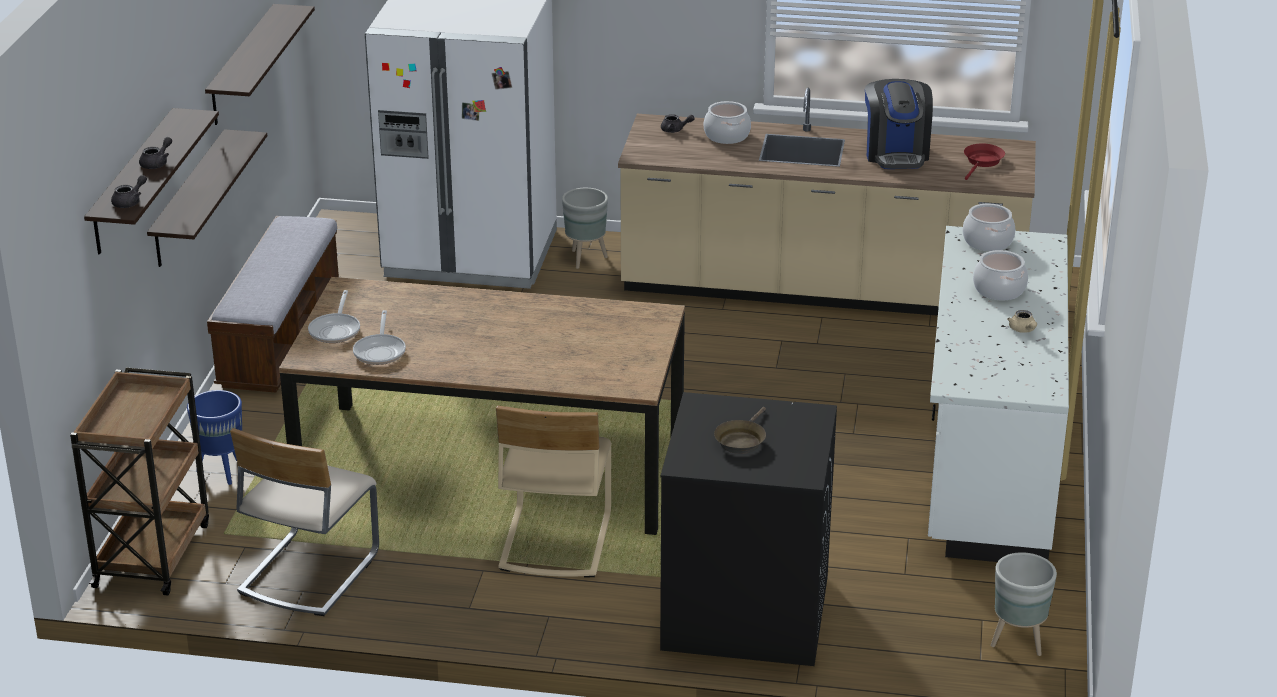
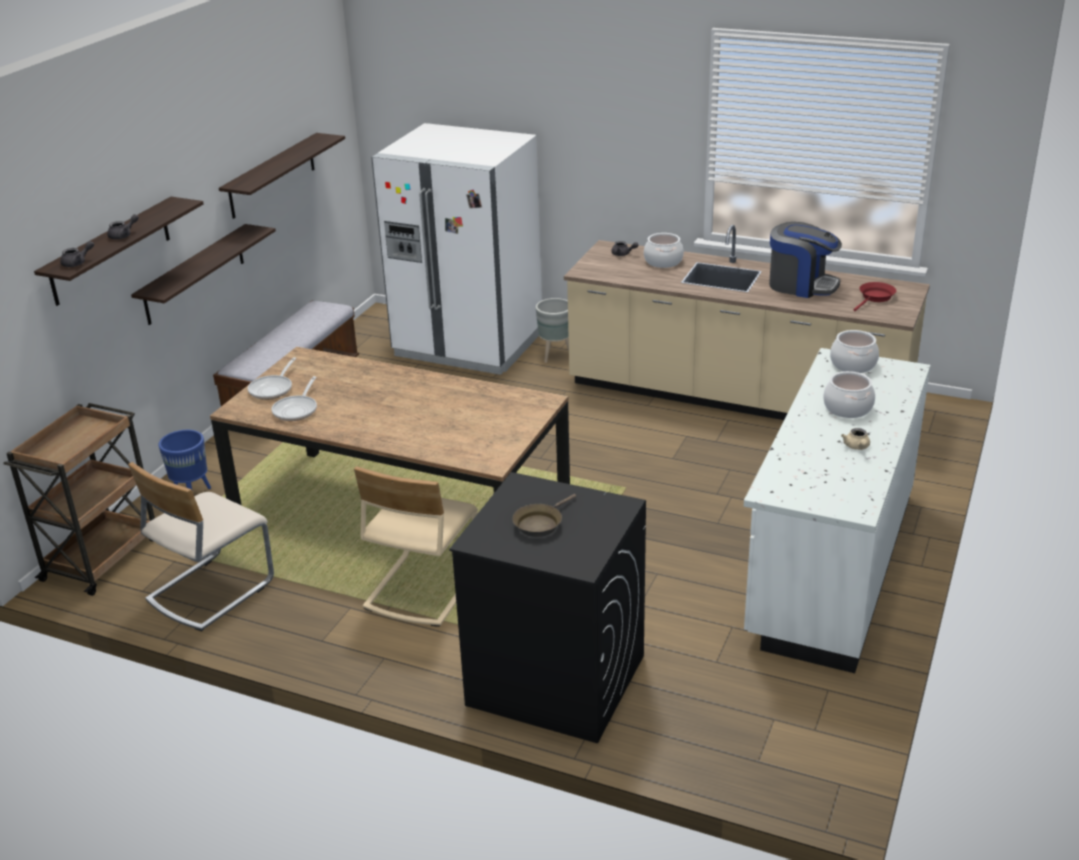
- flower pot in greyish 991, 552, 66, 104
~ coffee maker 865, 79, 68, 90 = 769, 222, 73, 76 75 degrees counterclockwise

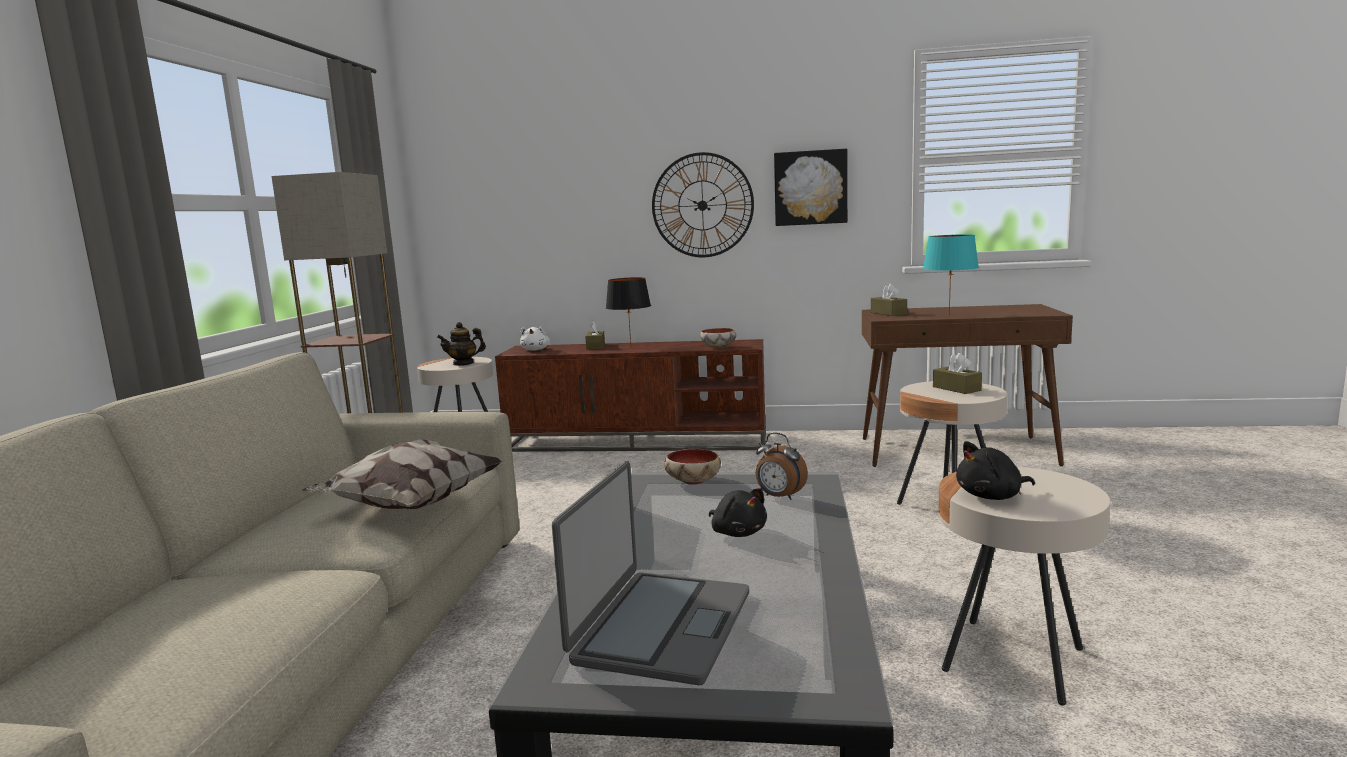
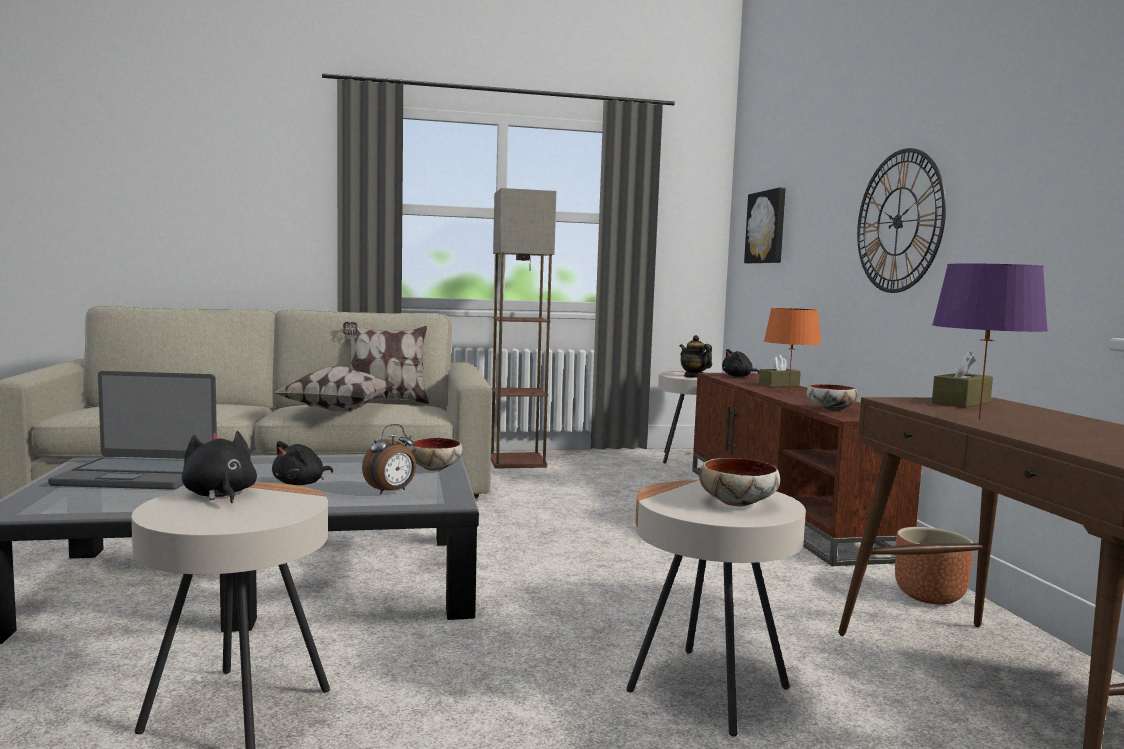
+ cushion 343, 322, 86, 82
+ flower pot in brown 895, 527, 79, 78
~ wall art 774, 149, 74, 77 to 744, 187, 42, 76
~ box of tissues in brown 933, 353, 49, 41 to serving bowl 699, 458, 81, 48
~ cuddly toy in whitish 520, 327, 29, 24 to cuddly toy in black-coloured 722, 349, 37, 28
~ lamp for a table in black-coloured 606, 277, 45, 69 to lamp for a table in orange 764, 308, 57, 84
~ lamp for a table in blue-green 923, 234, 56, 82 to lamp for a table in purplish 932, 264, 116, 156
~ alarm clock 756, 433, 52, 67 = 362, 424, 54, 70 150 degrees counterclockwise

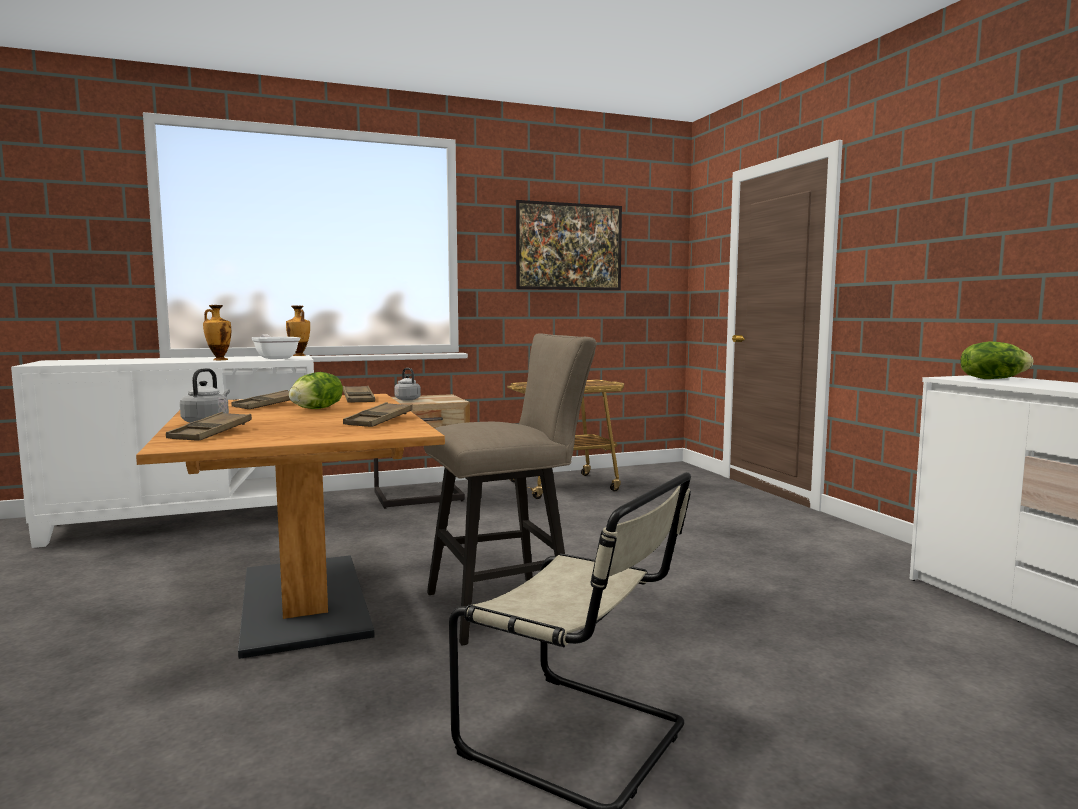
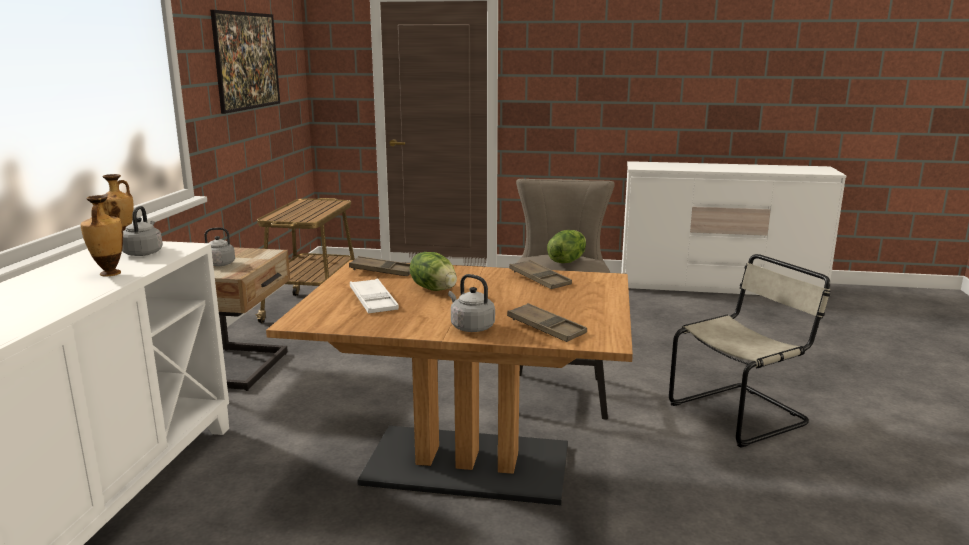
~ lettuce head 960, 341, 73, 38 to 547, 230, 39, 33
~ pan 251, 334, 49, 25 to water kettle in greyish 122, 206, 41, 50
~ serving tray in brown 231, 390, 59, 19 to serving tray in whitish 350, 279, 49, 35

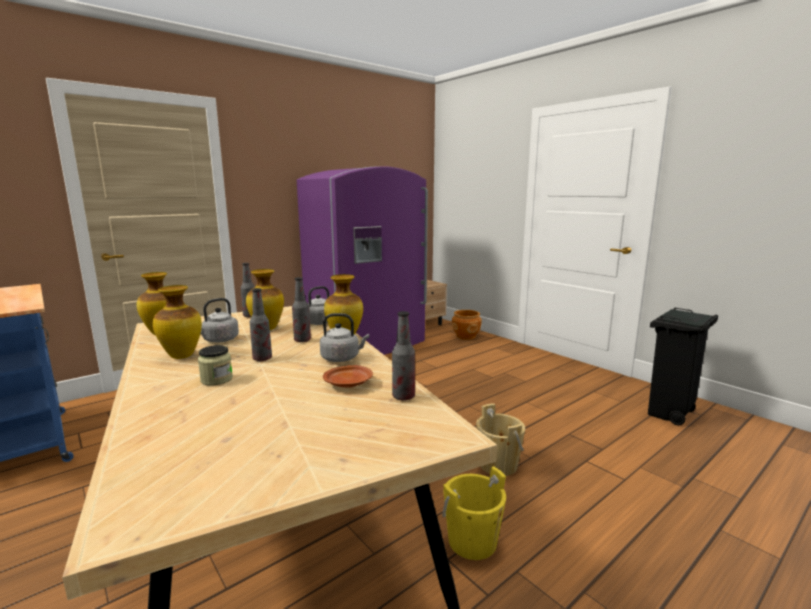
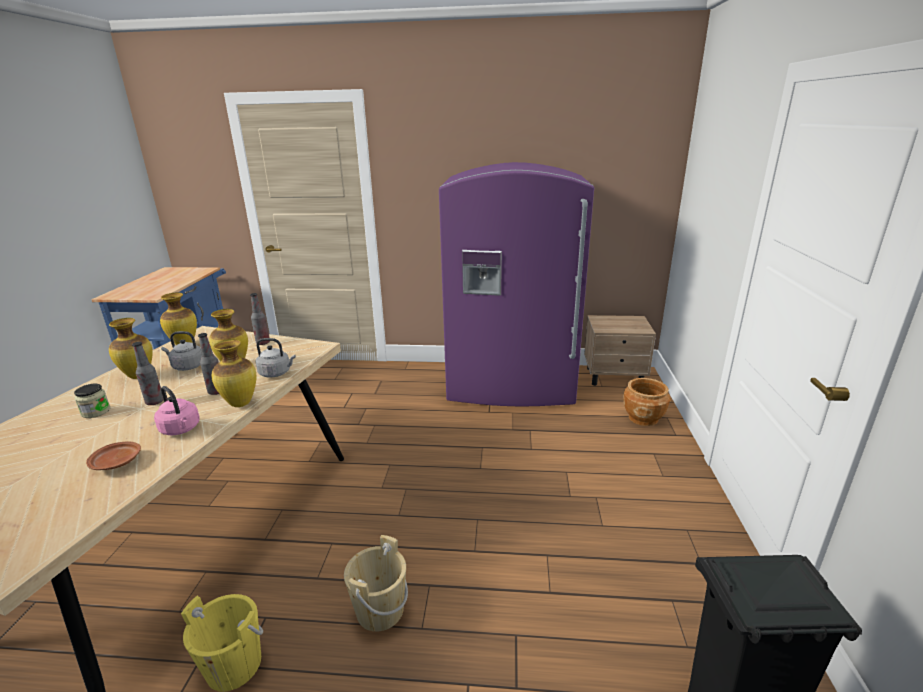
- bottle 392, 311, 23, 90
~ water kettle in greyish 320, 313, 49, 49 to water kettle in pink-coloured 154, 386, 46, 49

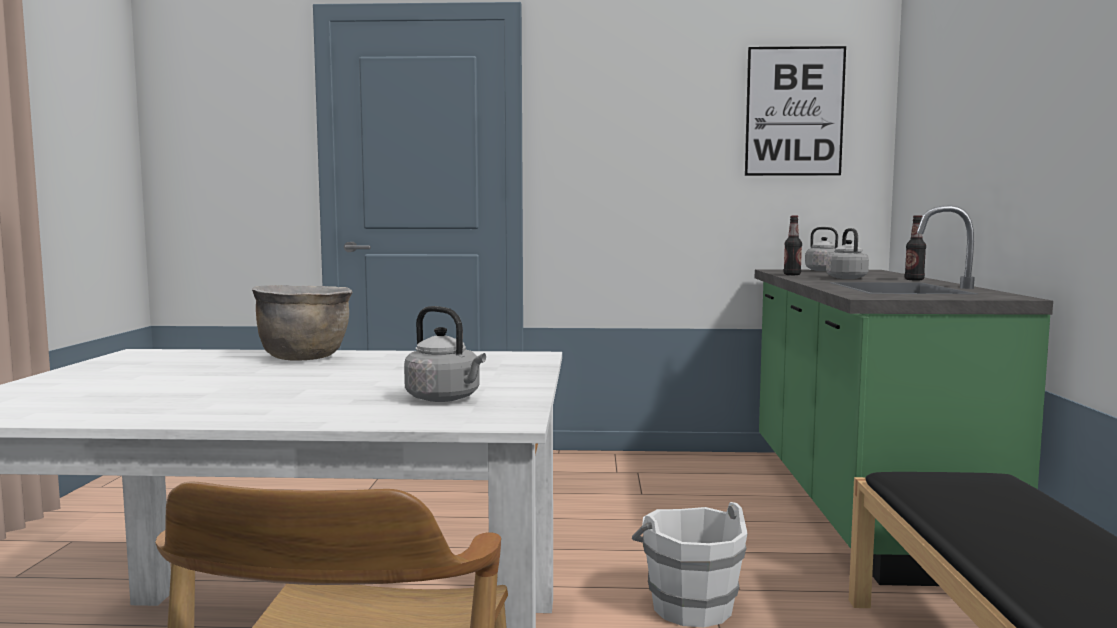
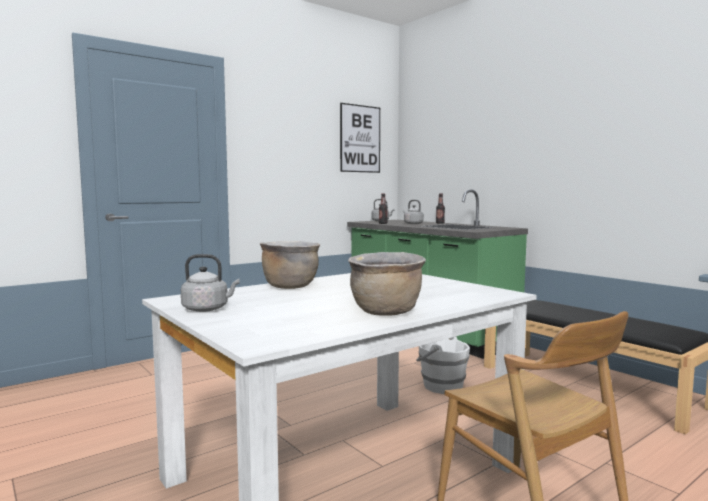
+ saucepot in brown 348, 252, 78, 64
~ water kettle in greyish 404, 306, 82, 96 to 181, 254, 59, 58

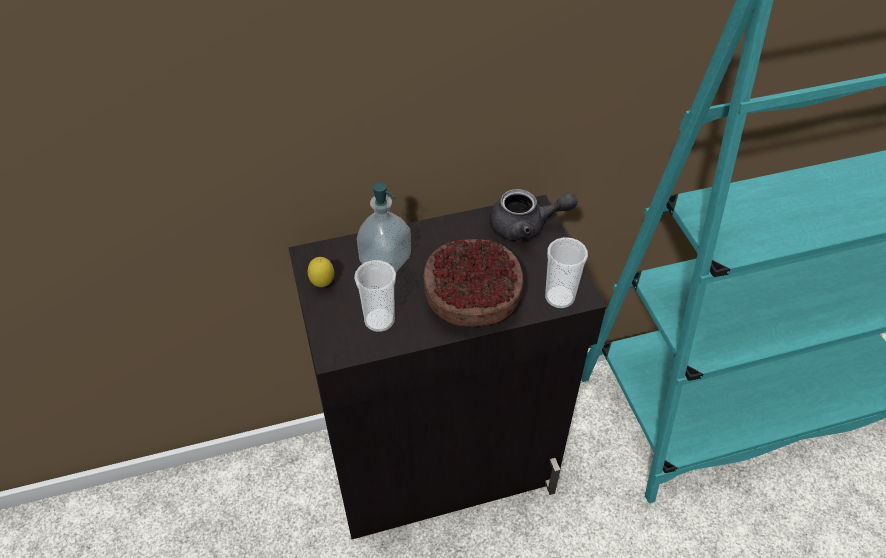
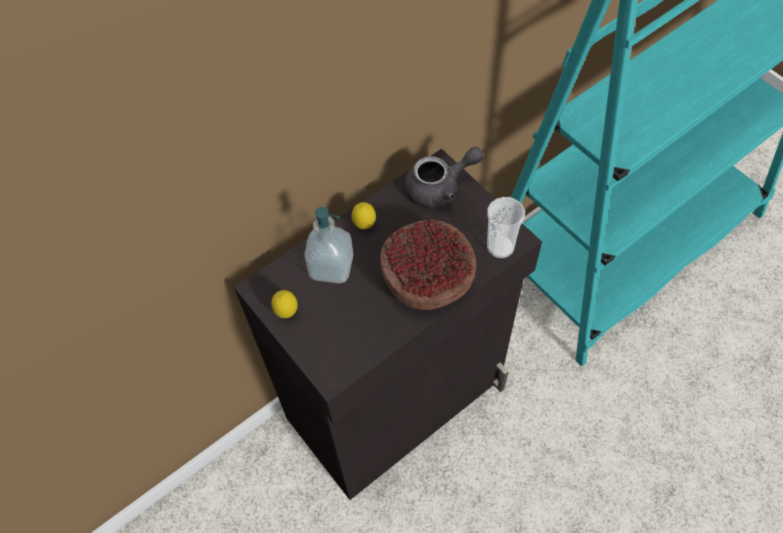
- small cup 354, 260, 42, 72
+ whole lemon 352, 202, 24, 28

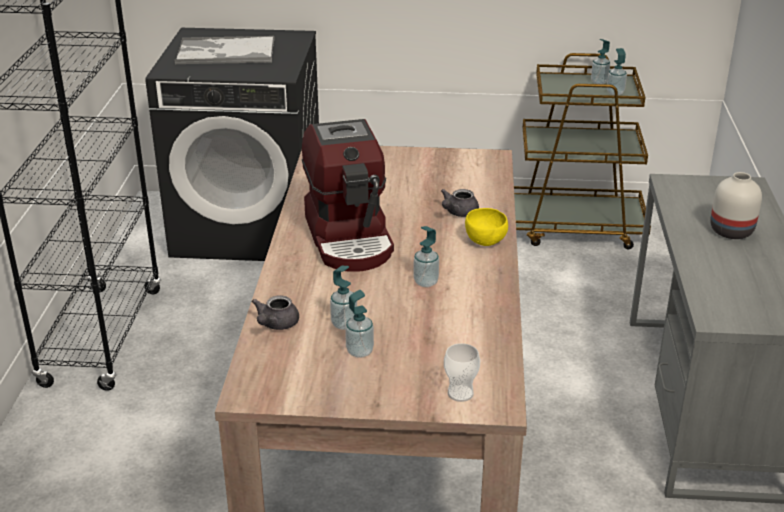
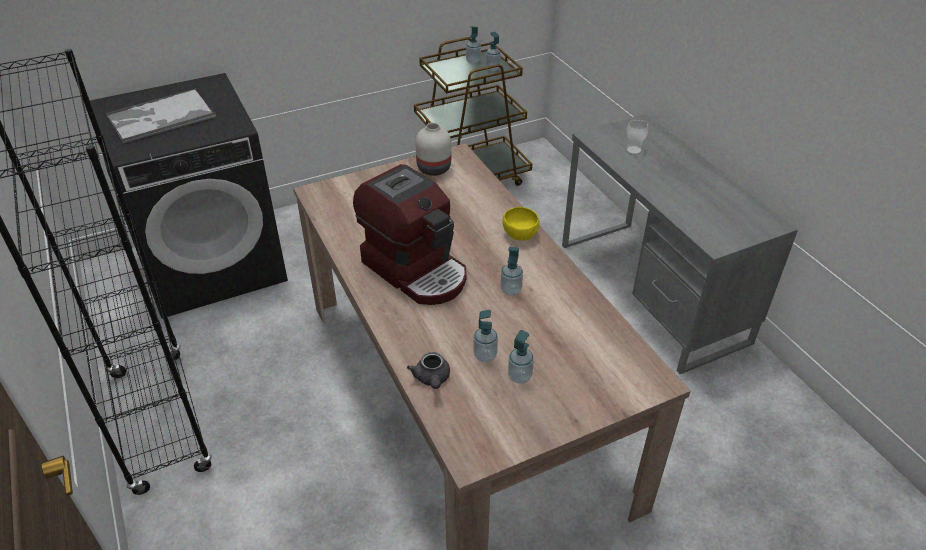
- tea pot in greyish 441, 189, 38, 28
~ small cup 444, 343, 36, 59 to 626, 120, 22, 35
~ flower vase in whitish 710, 172, 52, 67 to 415, 123, 36, 53

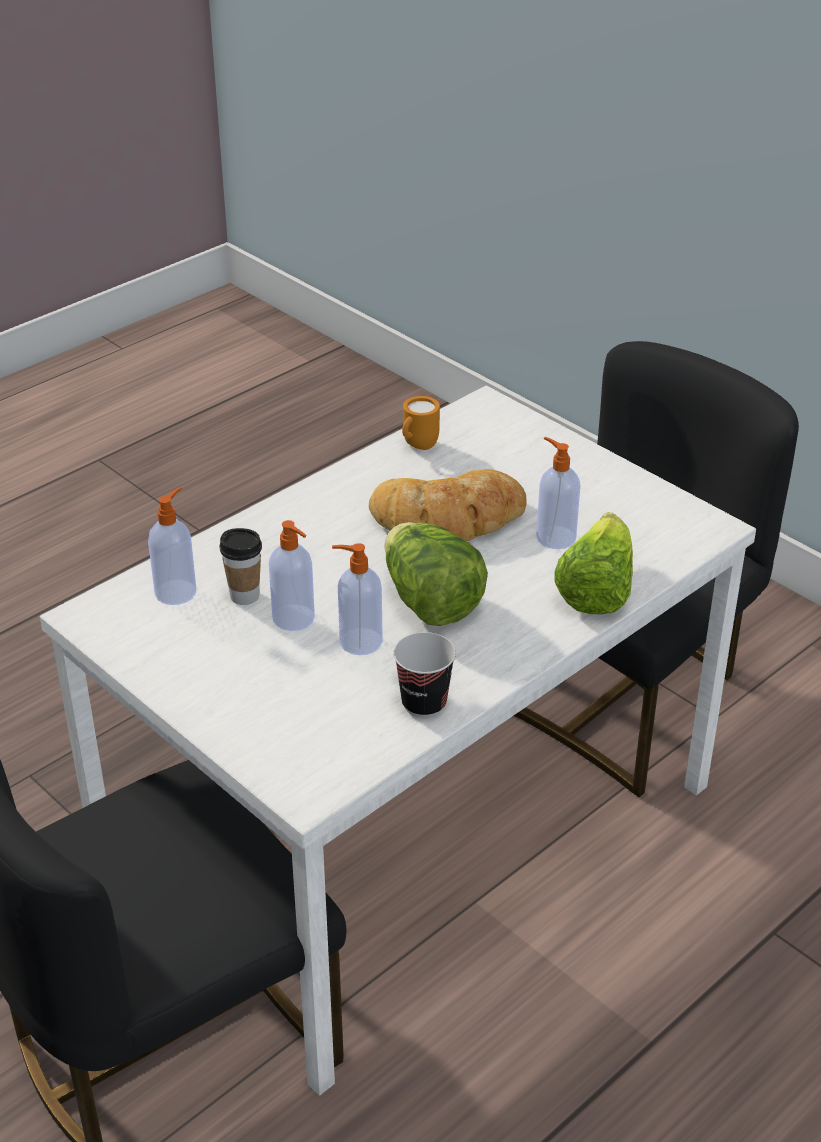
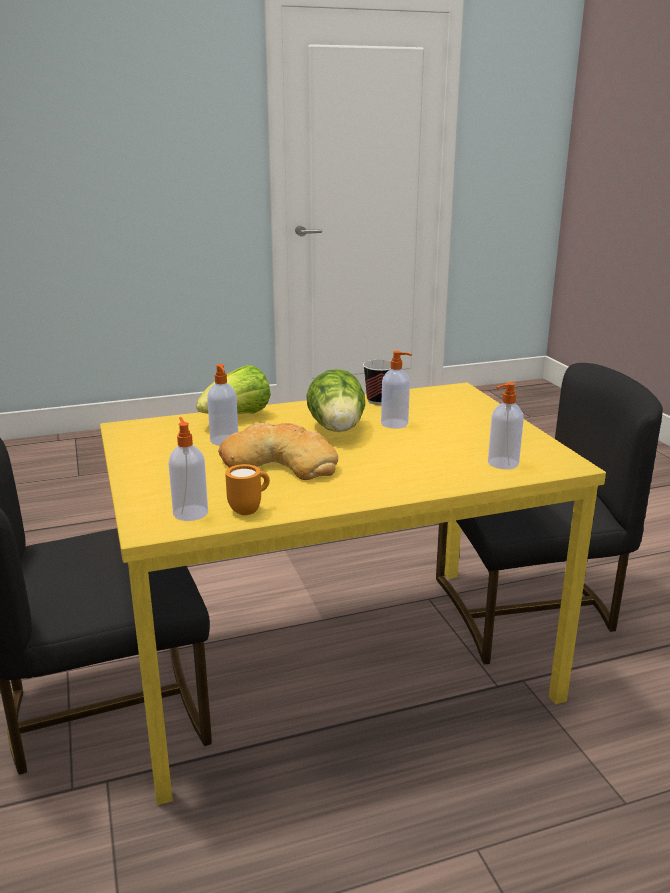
- small cup 219, 528, 43, 77
~ liquid soap bottle 269, 520, 46, 111 to 169, 417, 39, 104
~ kitchen table in whitish 40, 385, 716, 711 to kitchen table in yellowish 100, 383, 506, 422

